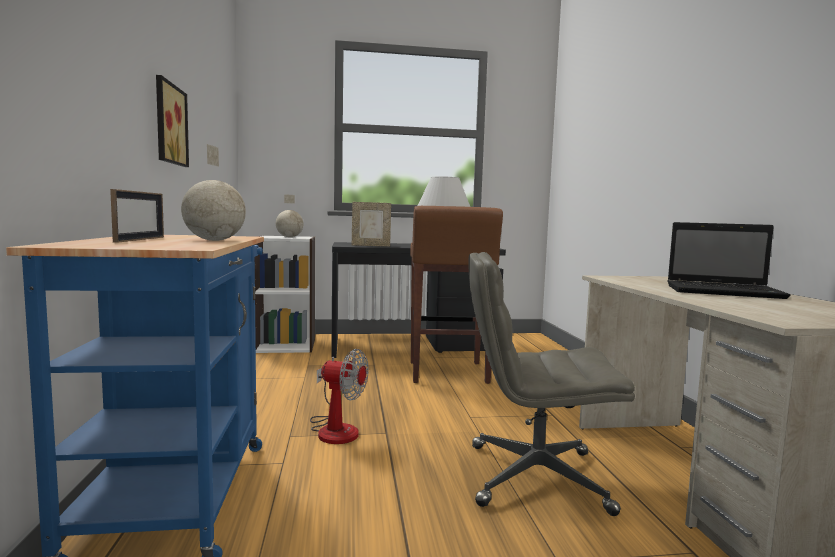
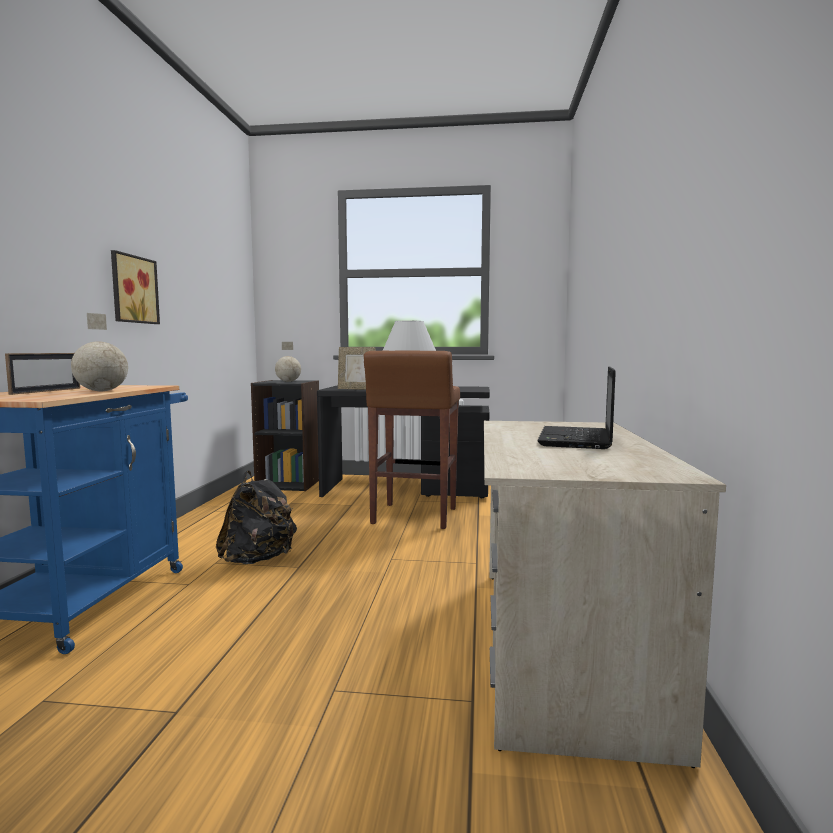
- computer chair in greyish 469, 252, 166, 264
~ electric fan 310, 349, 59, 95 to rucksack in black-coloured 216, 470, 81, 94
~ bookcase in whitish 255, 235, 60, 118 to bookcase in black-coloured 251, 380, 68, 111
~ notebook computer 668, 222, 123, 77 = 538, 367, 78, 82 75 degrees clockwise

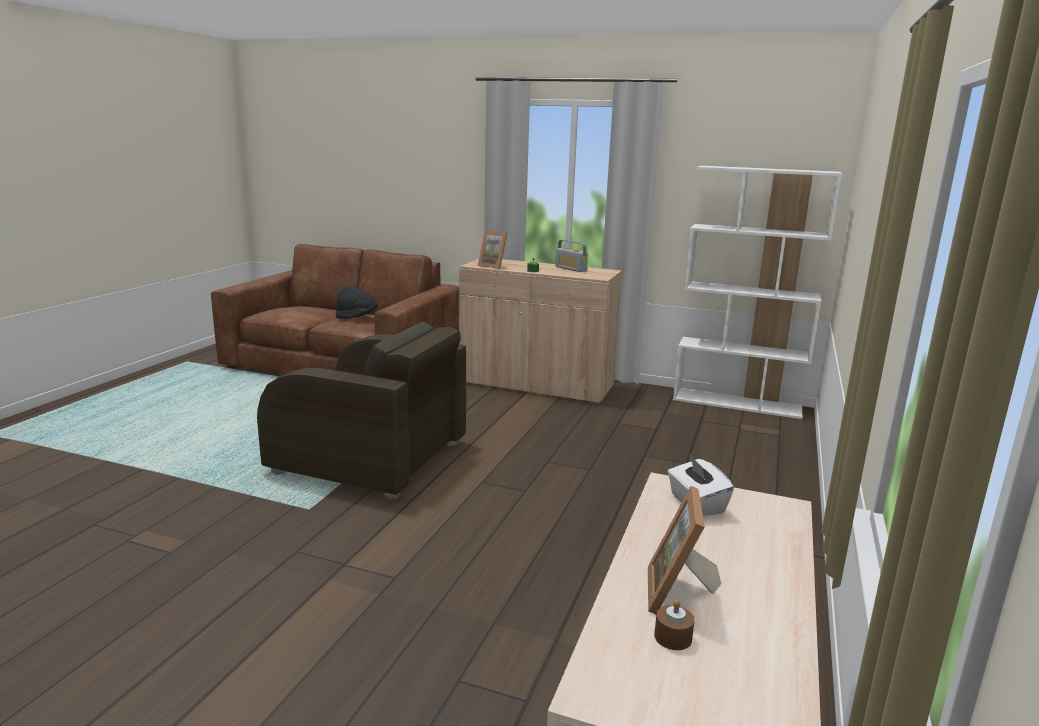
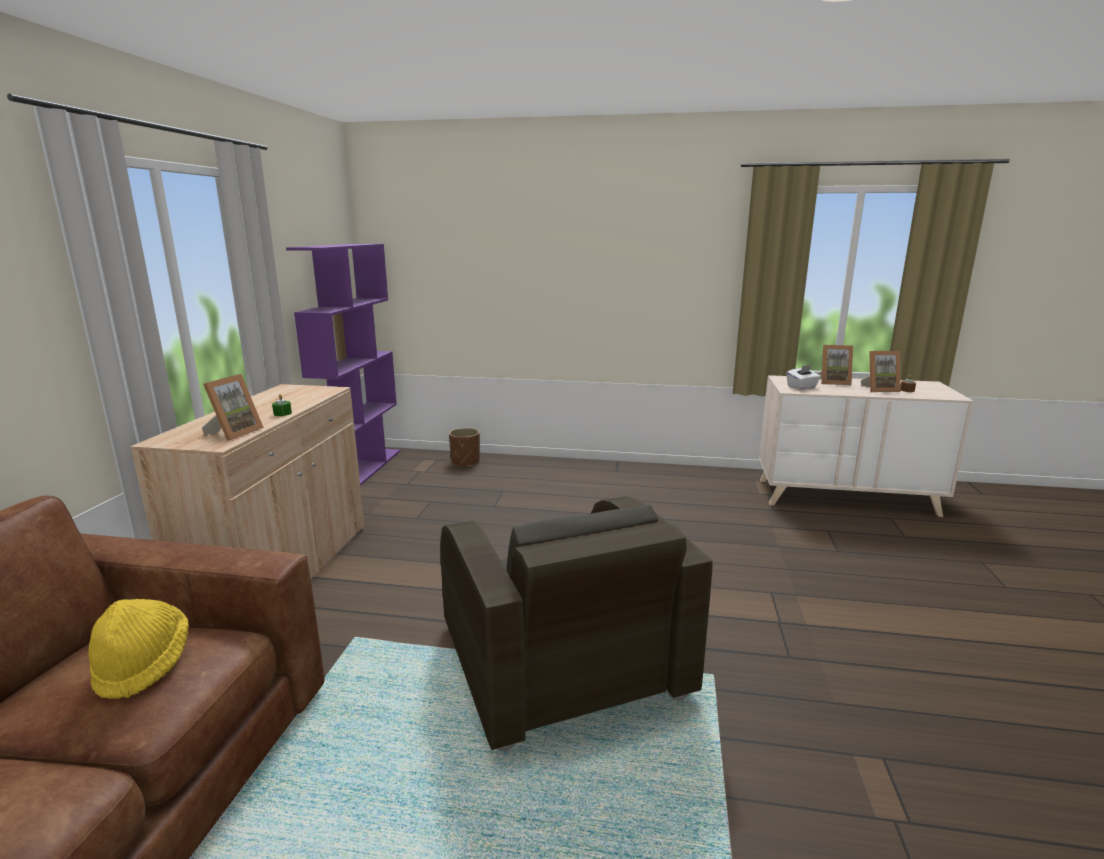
- radio 555, 240, 33, 32
+ flower pot in brown 449, 428, 31, 38
+ standing frame 818, 345, 35, 40
~ wearable hat in black-coloured 336, 285, 42, 34 to wearable hat in yellowish 88, 599, 101, 100
~ bookcase in whitish 673, 166, 169, 253 to bookcase in purplish 286, 244, 114, 242
~ easy chair in brown 257, 322, 209, 178 = 440, 496, 273, 255 150 degrees clockwise

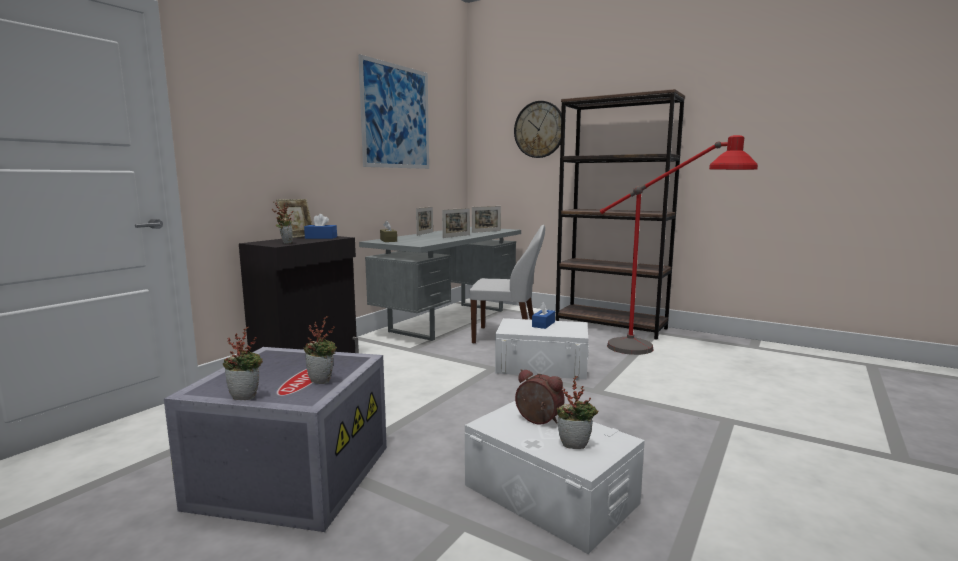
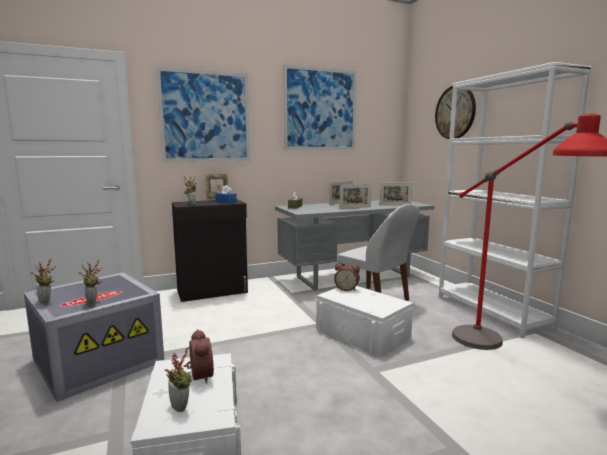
- box of tissues in blue-coloured 532, 302, 23, 27
+ wall art 156, 67, 94, 95
+ alarm clock 334, 263, 26, 28
~ bookcase in brown 555, 89, 130, 251 to bookcase in whitish 438, 62, 154, 276

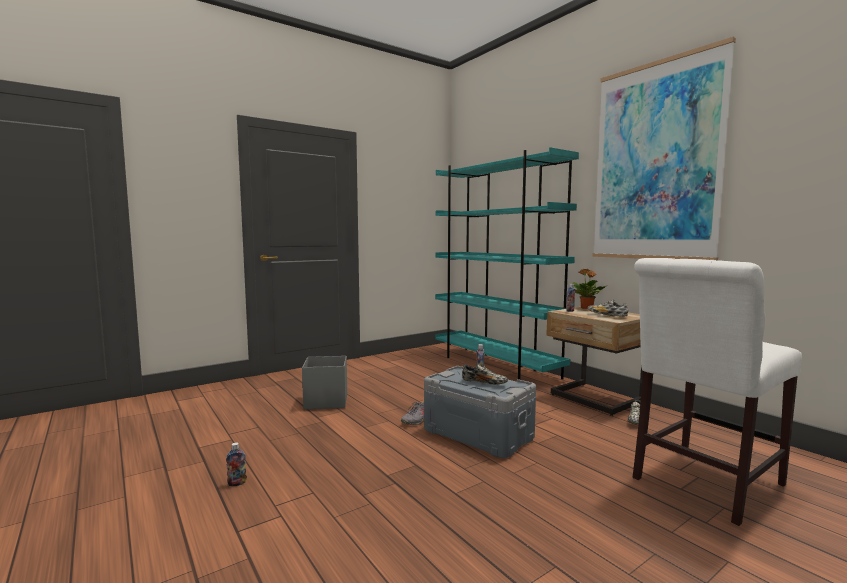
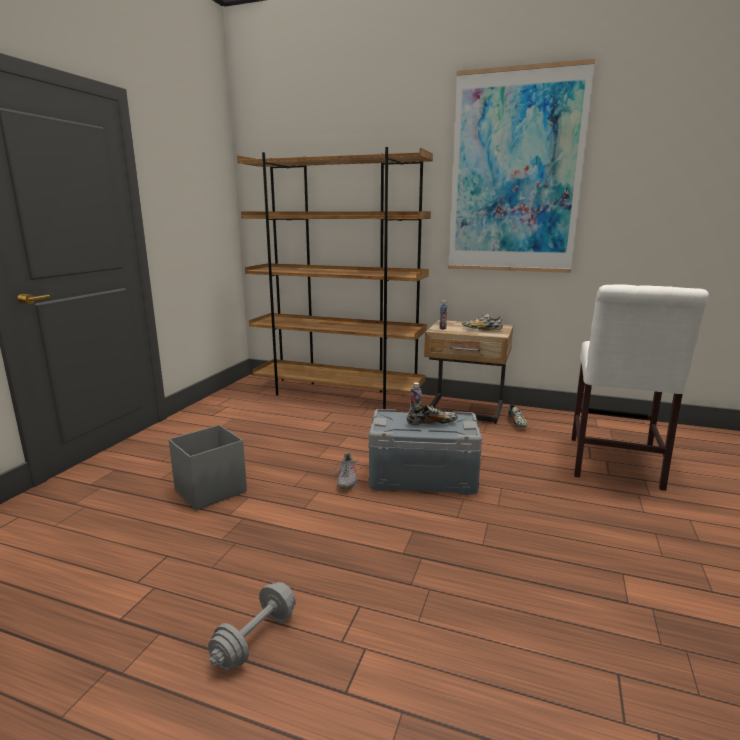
- plant in a pot 572, 269, 34, 40
~ bottle 226, 442, 21, 44 to free weight in greyish 208, 582, 88, 88
~ bookcase in blue-green 435, 147, 144, 233 to bookcase in brown 237, 147, 196, 262

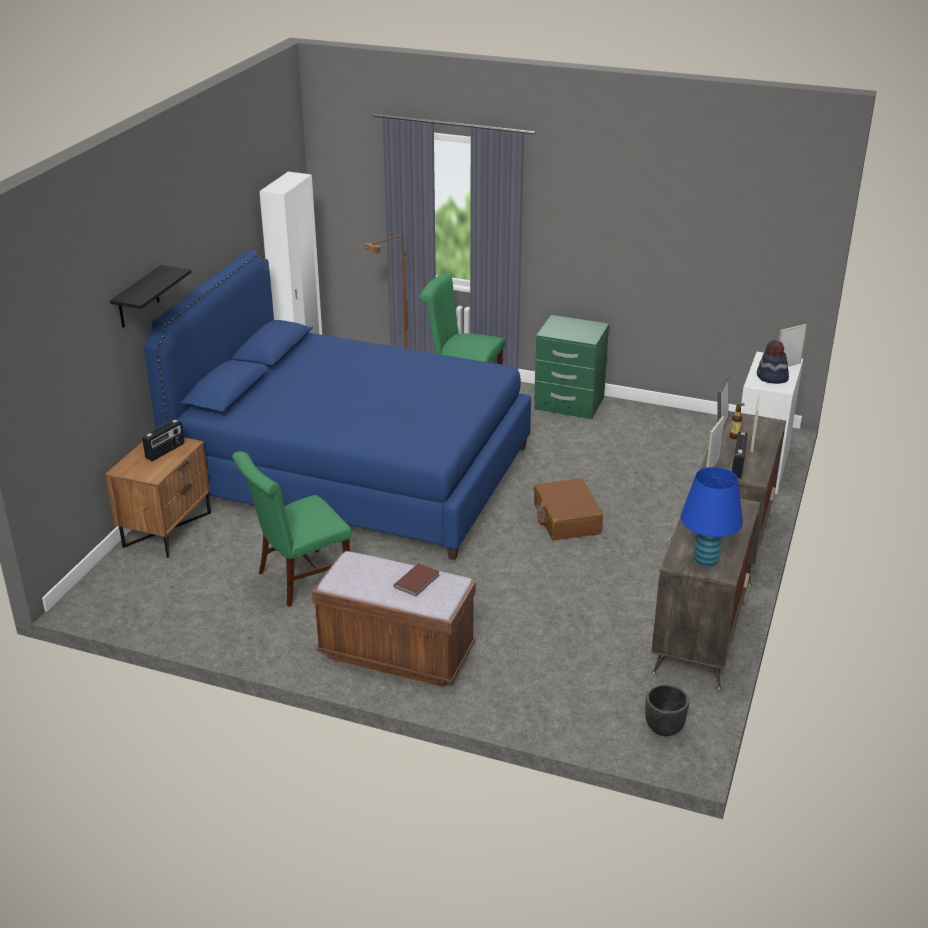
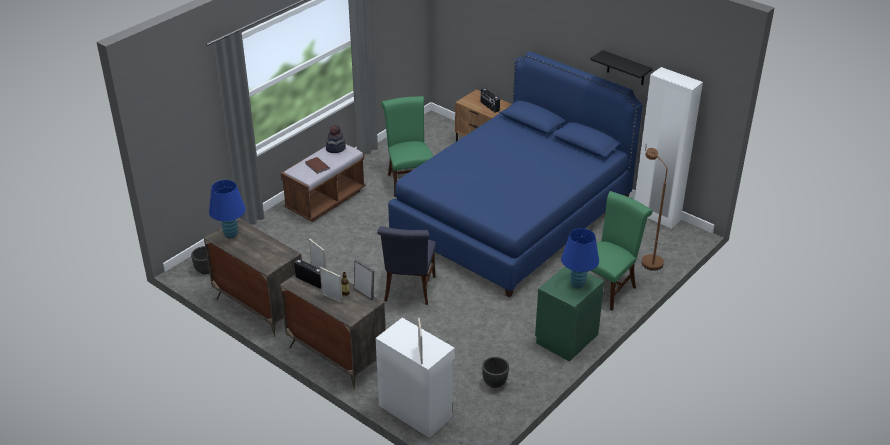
+ flower pot in black-coloured 482, 357, 27, 31
+ lamp for a table in blue-coloured 561, 228, 38, 61
~ bracket shelf in black-coloured 110, 265, 81, 63 to 590, 50, 63, 35
~ wearable hat 757, 340, 32, 44 to 326, 125, 20, 28
~ suitcase in brown 534, 478, 69, 62 to upright chair in blue-coloured 377, 226, 59, 79

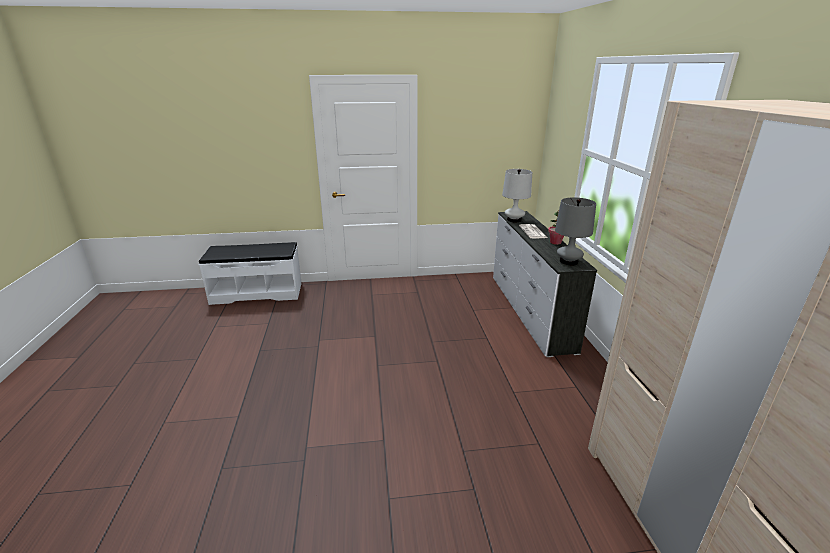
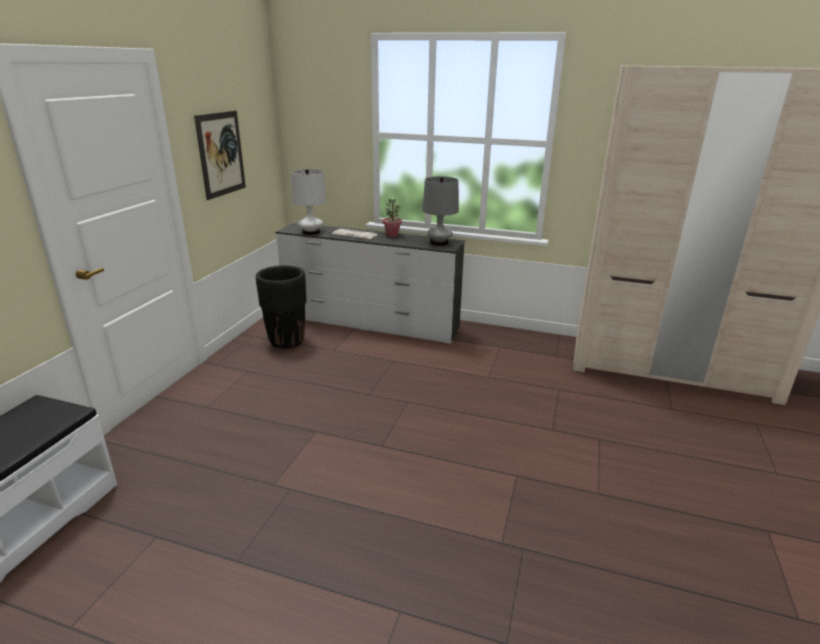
+ wall art 194, 111, 52, 89
+ flower pot in black-coloured 256, 265, 51, 84

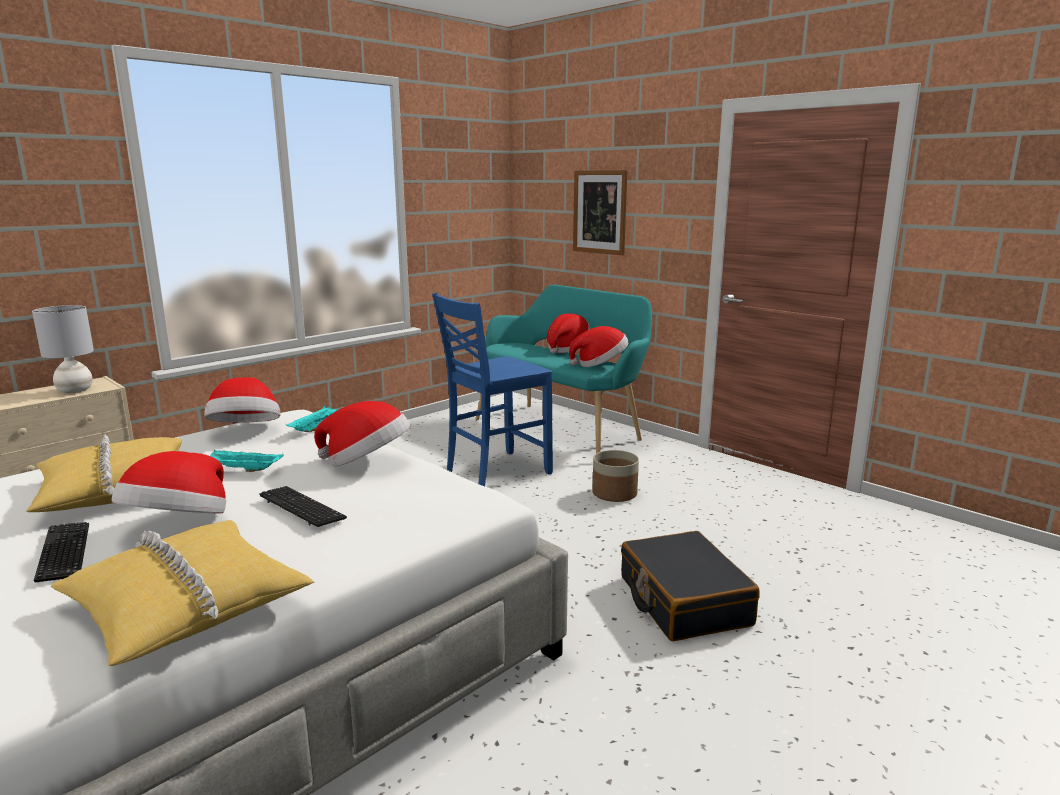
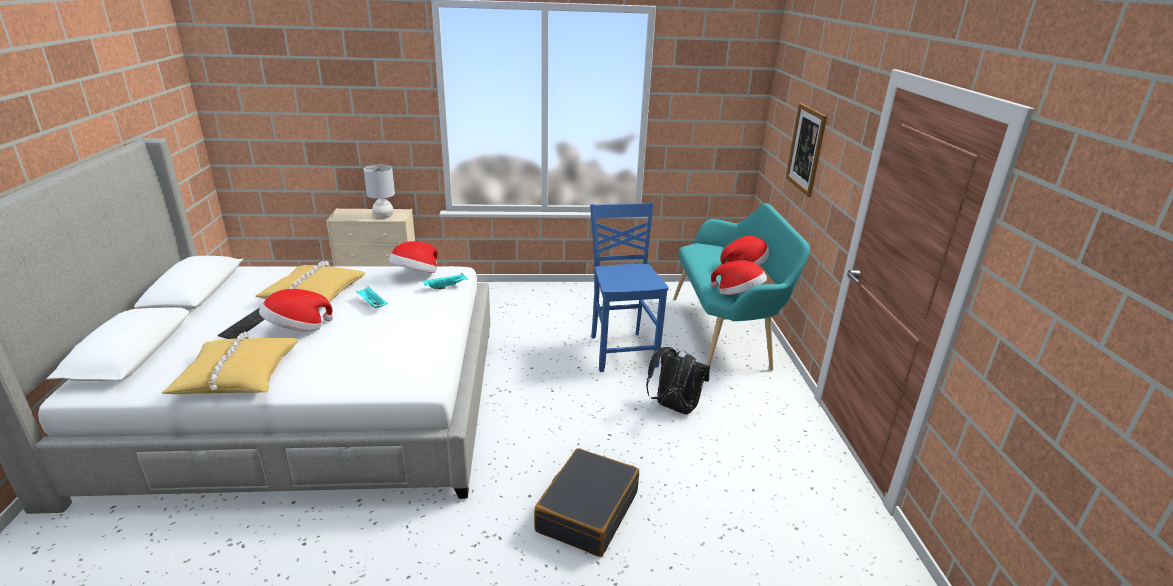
- computer keyboard 259, 486, 88, 41
- wearable hat 314, 401, 96, 66
~ flower pot 592, 450, 47, 52 to rucksack in black-coloured 646, 347, 64, 67
~ upright chair in blue-coloured 432, 293, 121, 193 = 590, 202, 79, 170 75 degrees clockwise

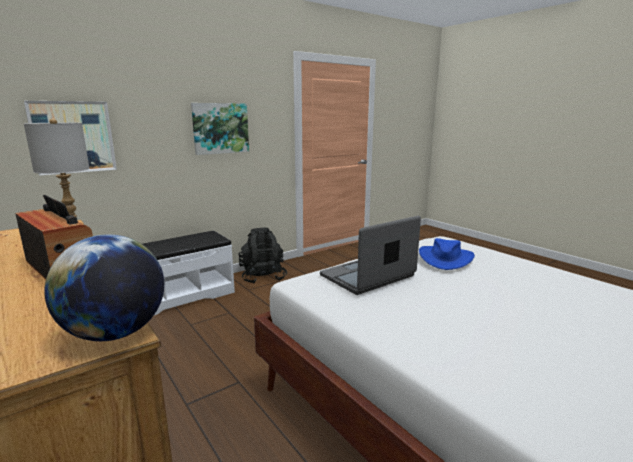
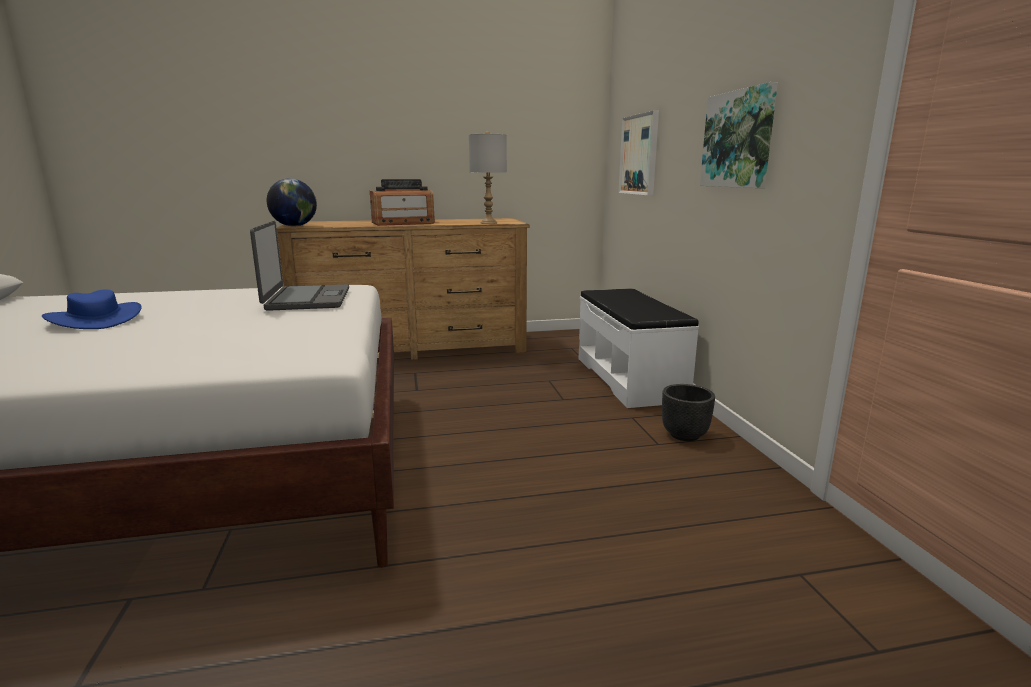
~ wearable hat in blue-coloured 419, 238, 56, 32 to 42, 289, 100, 40
~ rucksack in black-coloured 238, 228, 49, 56 to flower pot in black-coloured 662, 384, 53, 57

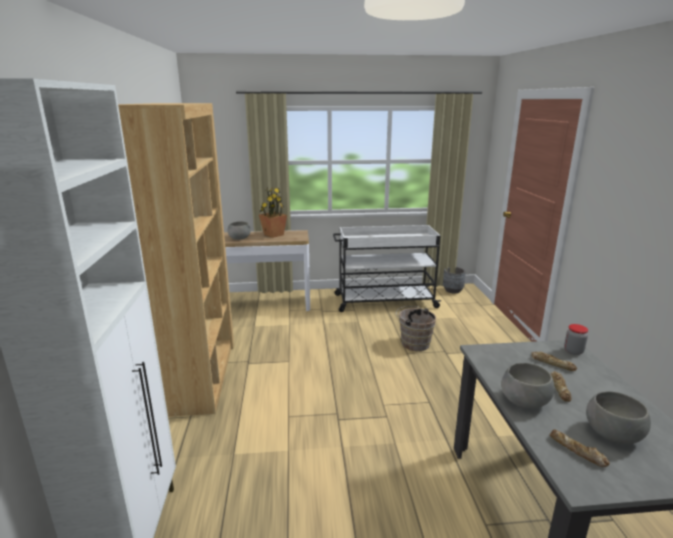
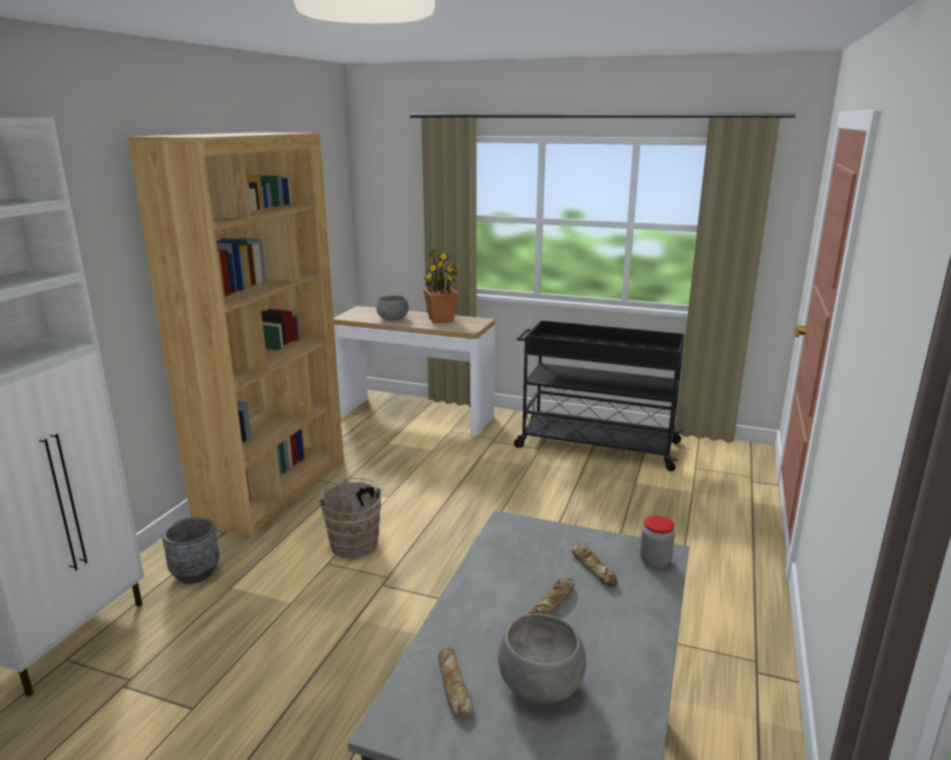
- serving bowl in greyish 501, 363, 54, 45
~ water bucket in brown 396, 306, 40, 45 to 318, 478, 65, 80
~ flower pot in greyish 443, 267, 23, 27 to 162, 517, 57, 67
~ wheeled cart in whitish 333, 225, 109, 87 to wheeled cart in black-coloured 514, 320, 171, 151

